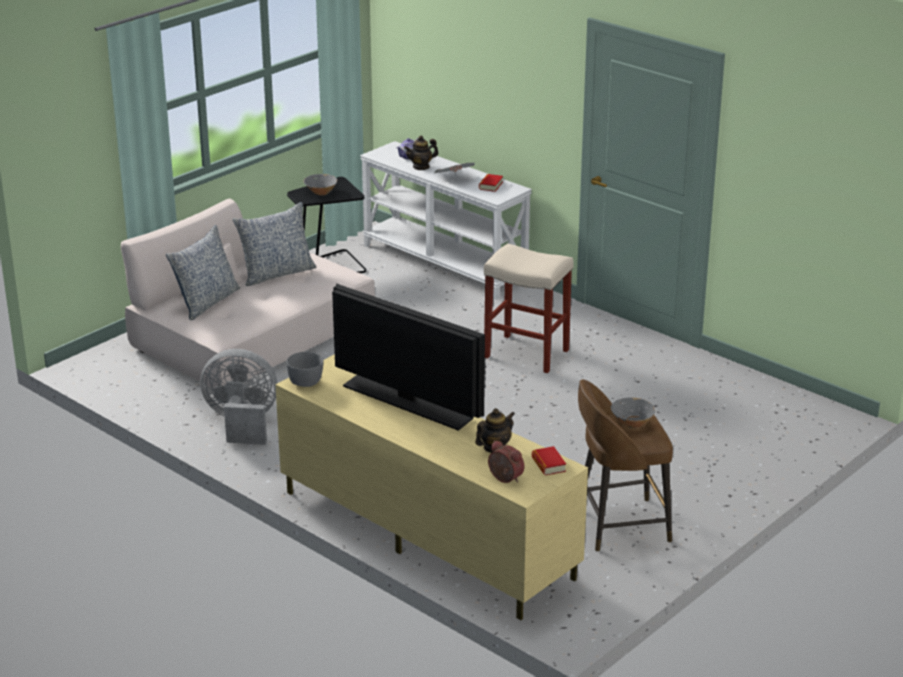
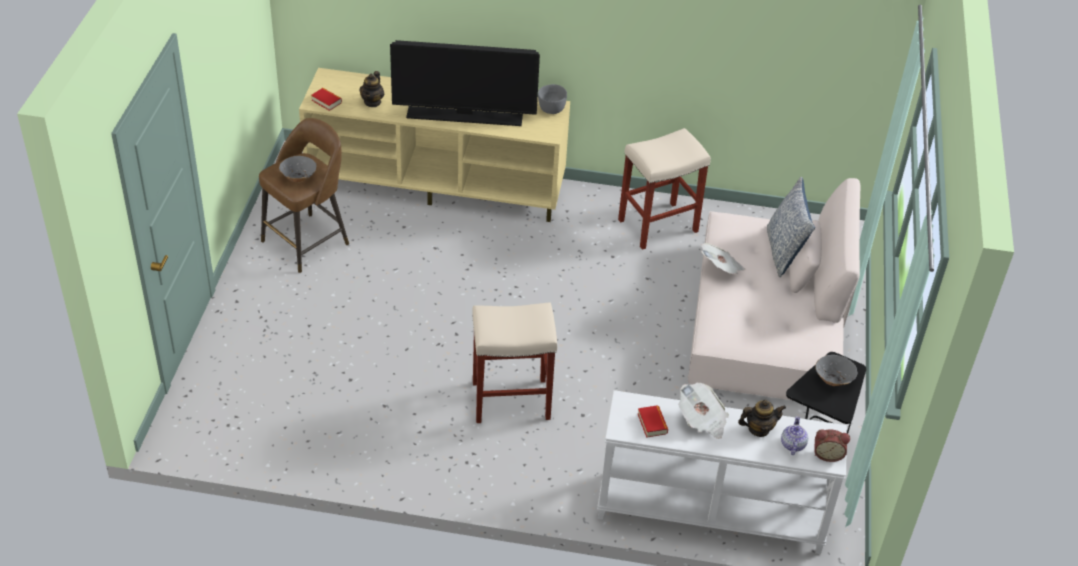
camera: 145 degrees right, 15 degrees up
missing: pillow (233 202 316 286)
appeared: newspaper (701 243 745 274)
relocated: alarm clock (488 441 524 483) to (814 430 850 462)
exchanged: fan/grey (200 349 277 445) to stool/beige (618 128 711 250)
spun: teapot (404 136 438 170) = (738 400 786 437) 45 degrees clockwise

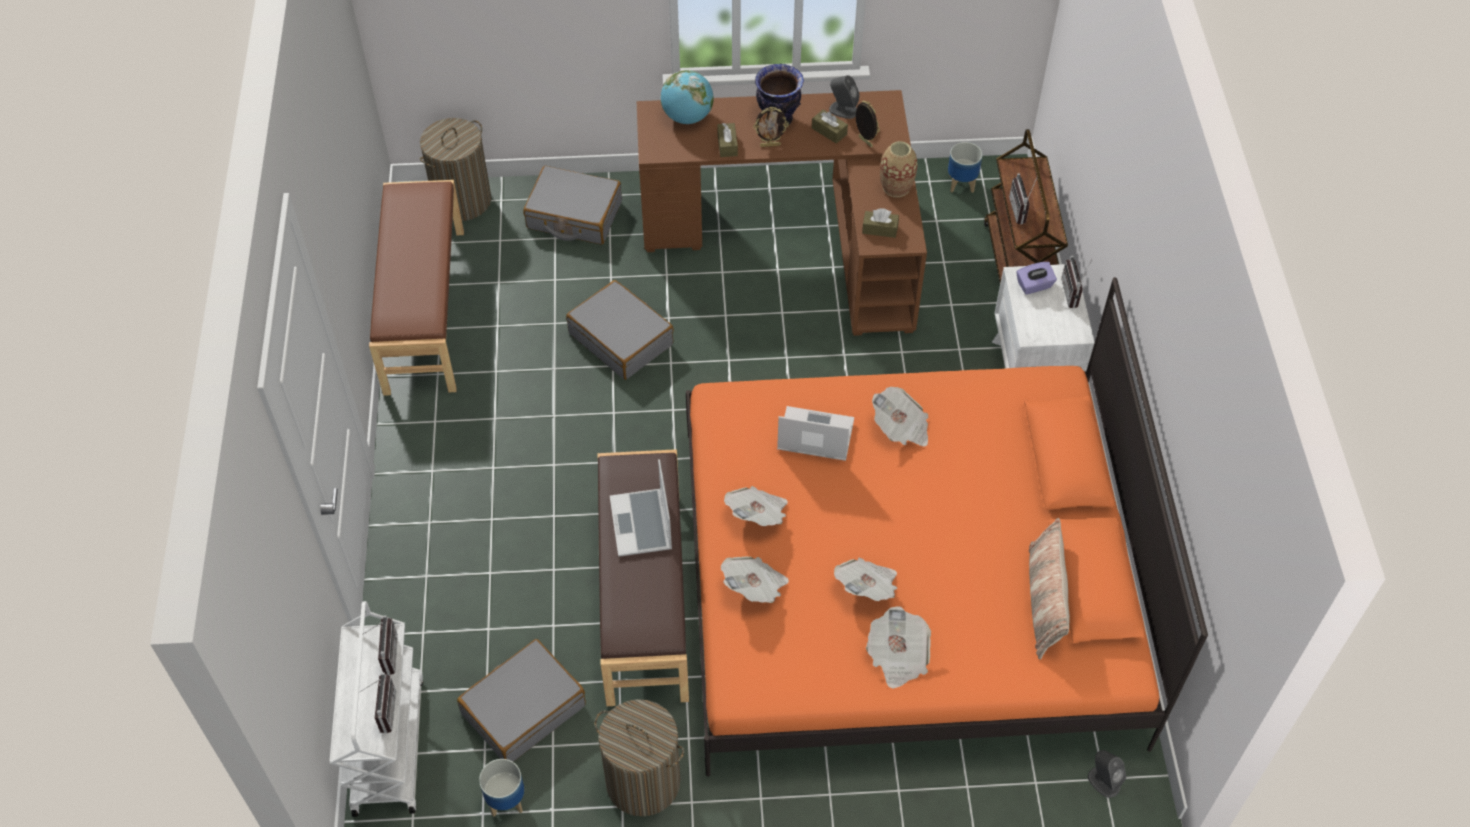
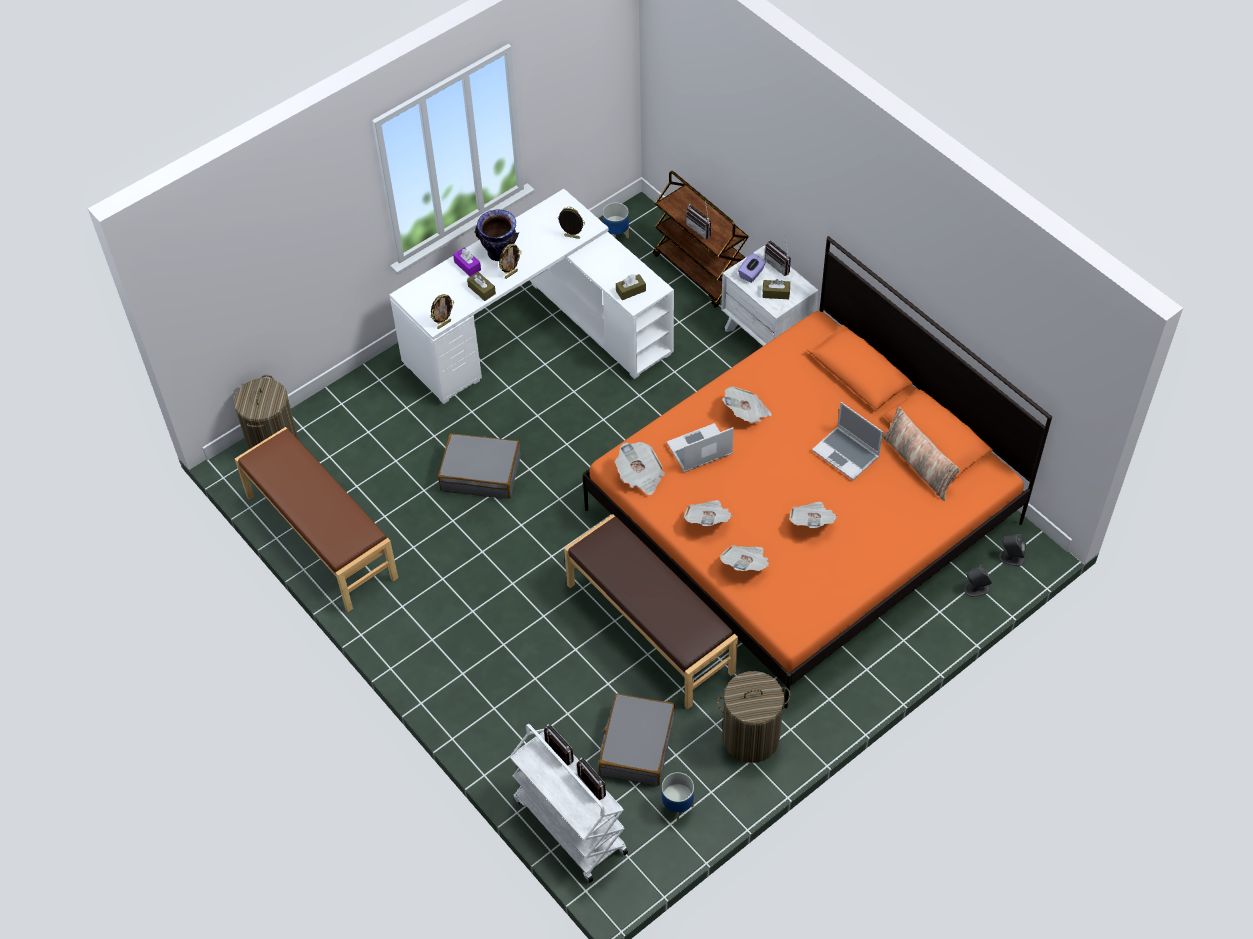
camera: 35 degrees left, 0 degrees up
missing: suitcase/grey (523 166 622 245); globe (661 70 714 124); vase (880 141 918 197)
appeared: picture frame (430 294 454 329); tissue box/purple (453 248 481 277)
relocated: laptop (610 459 672 557) to (812 402 883 480); tissue box/brown (812 110 848 144) to (762 279 790 299); speaker/grey (829 75 860 119) to (964 564 992 597); newspaper (866 606 931 689) to (615 442 665 495)
colour: desk/brown (637 90 927 336) to desk/white (389 189 674 404)

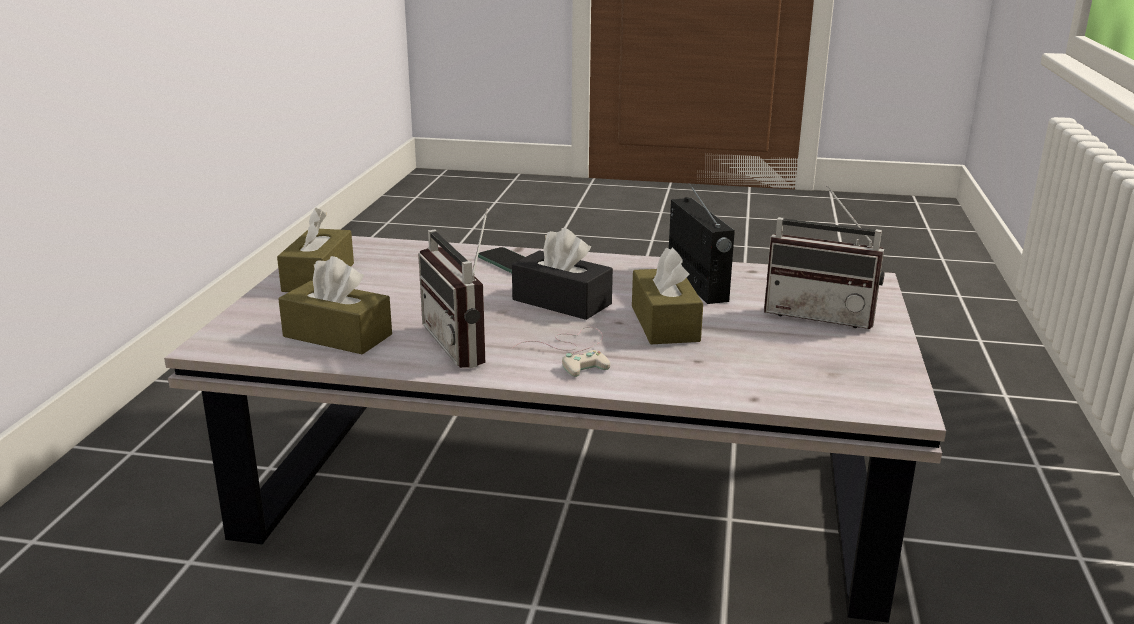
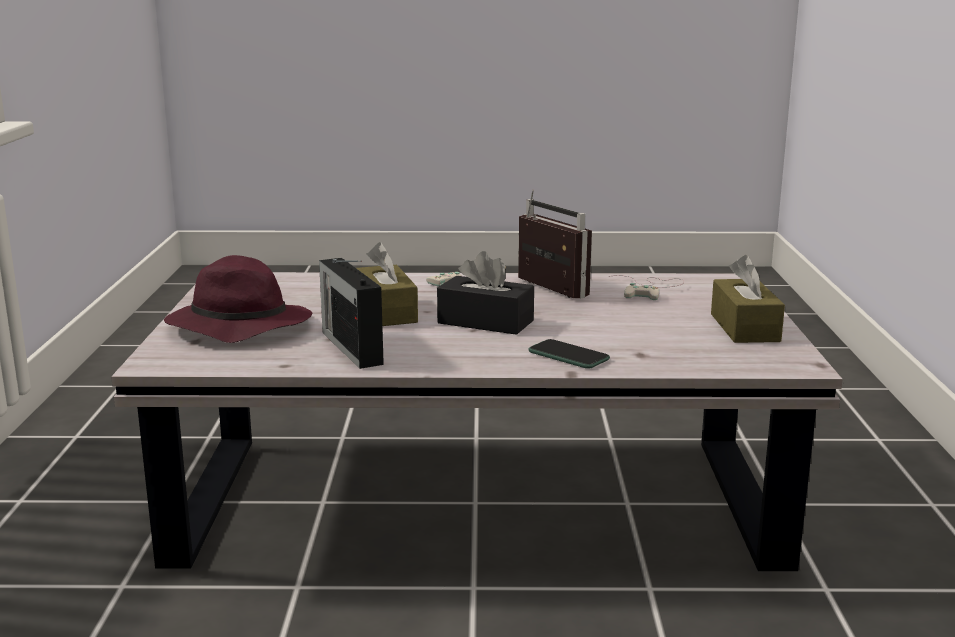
camera: 170 degrees right, 5 degrees down
exchanged: tissue box/brown (278 256 392 355) to game controller/white (608 275 684 300); radio (764 185 885 329) to hat/purple (164 255 312 343)

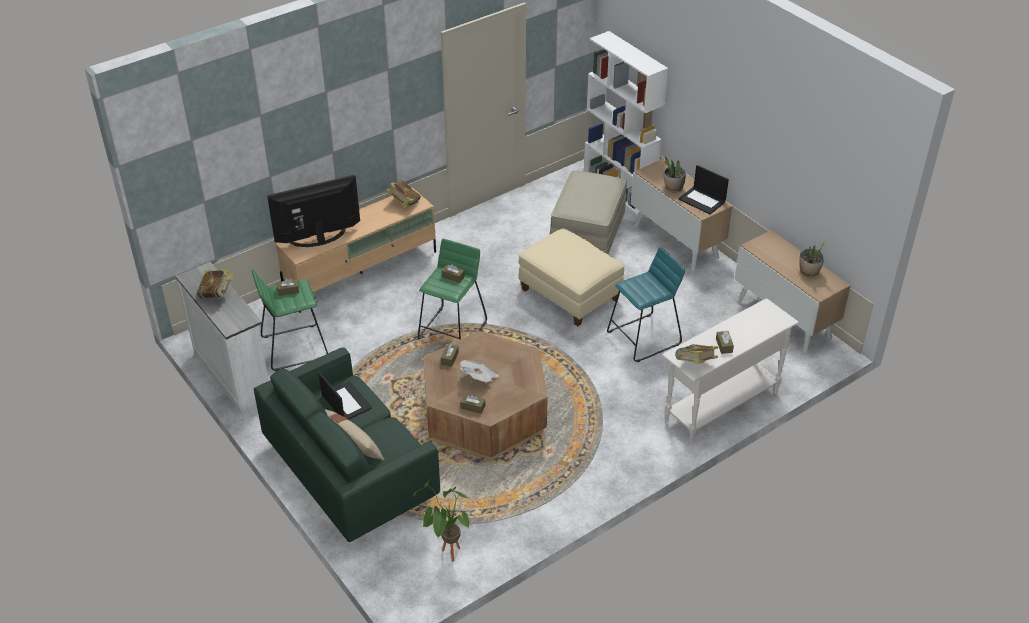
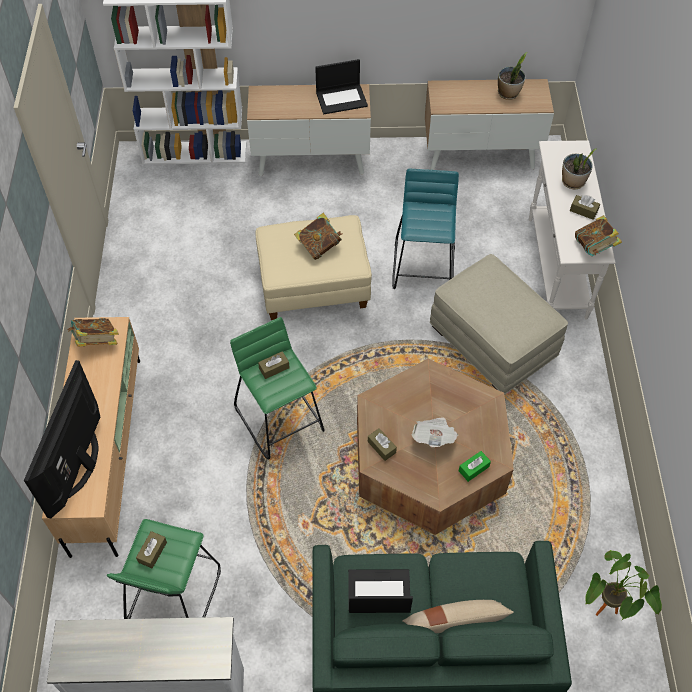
camera: 55 degrees left, 15 degrees up
relocated: book (197 269 234 299) to (294 213 342 260); ottoman/beige (550 170 627 254) to (430 254 568 395); potted plant (664 157 686 193) to (562 149 596 189)
colour: tissue box/brown (460 394 485 414) to tissue box/green (459 451 491 482)

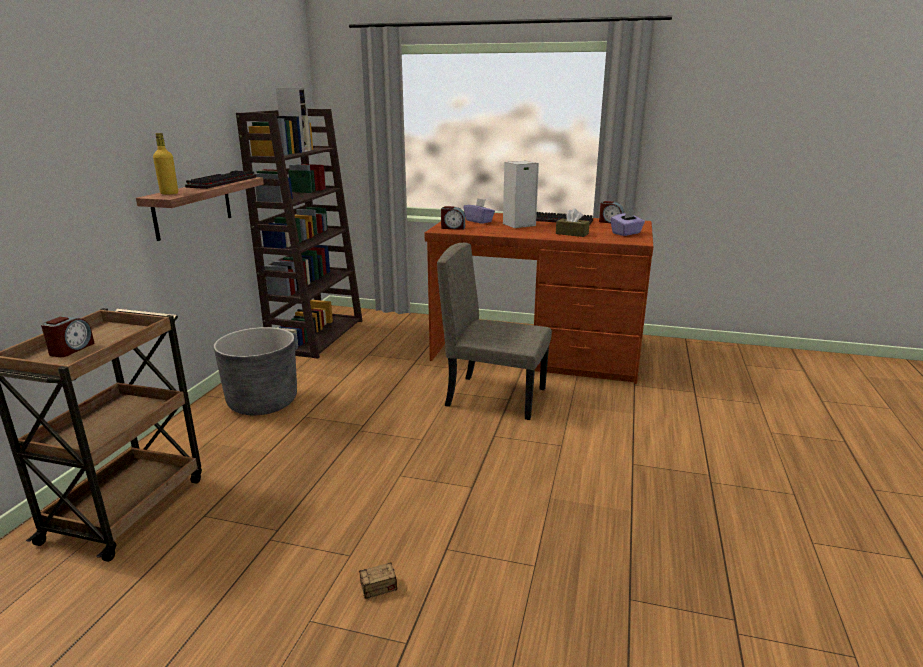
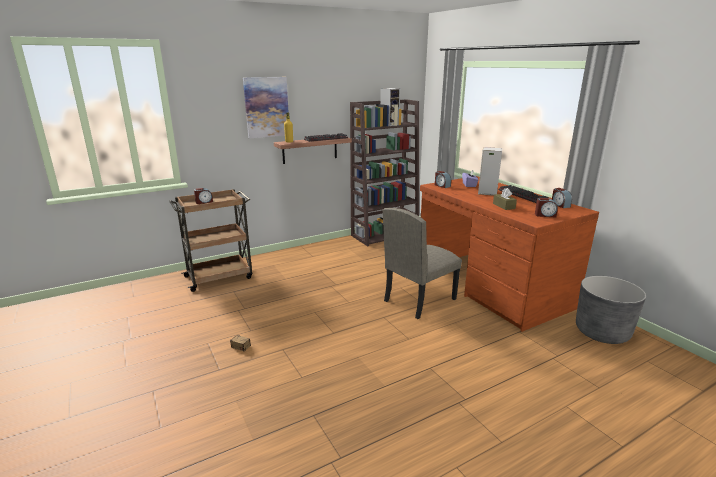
camera: 45 degrees right, 0 degrees up
appeared: picture (243 77 289 139)
relocated: planter/grey (214 327 297 415) to (576 276 646 344)
exchanged: tissue box/purple (611 209 645 236) to alarm clock (535 198 558 217)
spun: chair/beige (437 243 552 420) = (383 208 462 319) 105 degrees counterclockwise

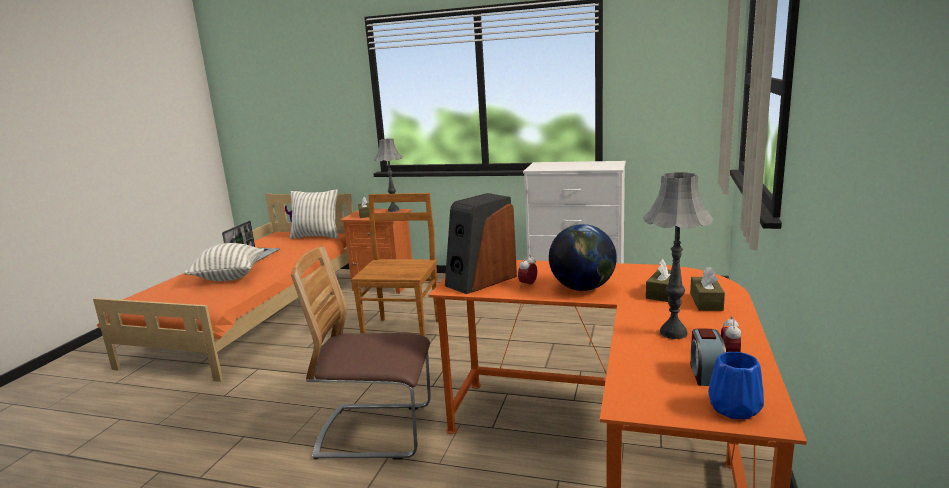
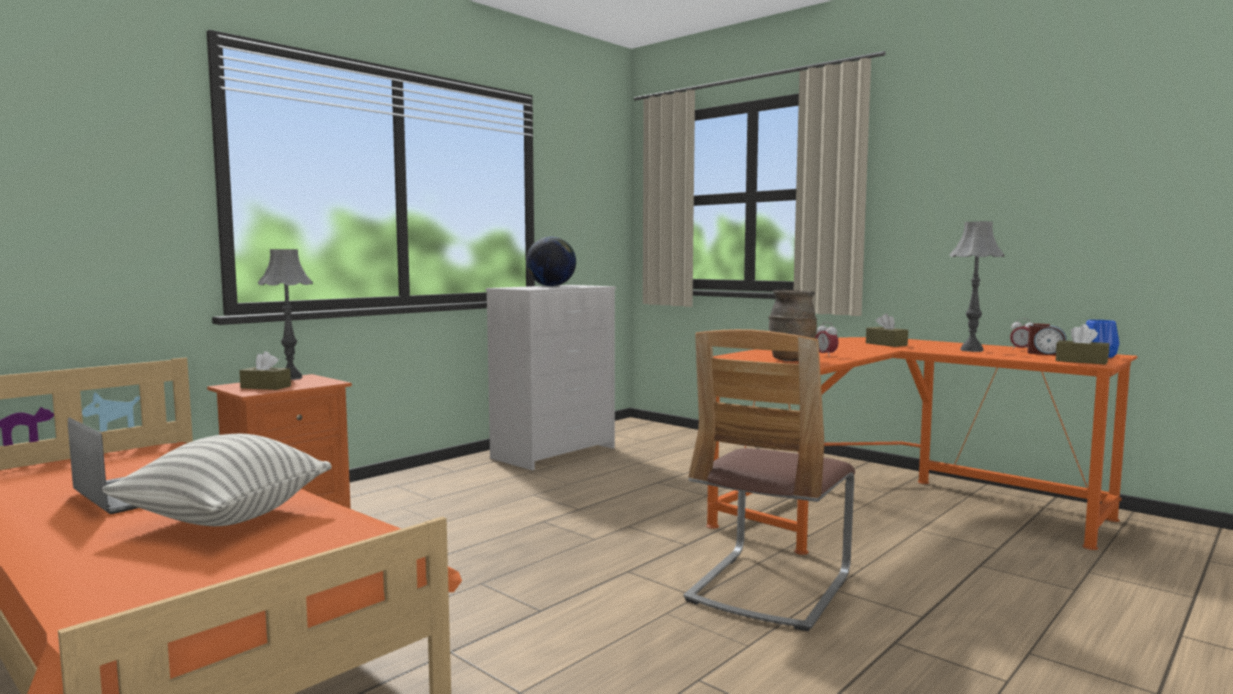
camera: 65 degrees left, 10 degrees down
missing: pillow (290 190 338 239); chair/brown (351 193 438 336)
relocated: globe (549 224 617 291) to (526 237 576 287); tissue box/brown (690 267 725 311) to (1056 324 1109 365)
exchanged: speaker (445 193 517 294) to vase/brown (768 290 817 361)

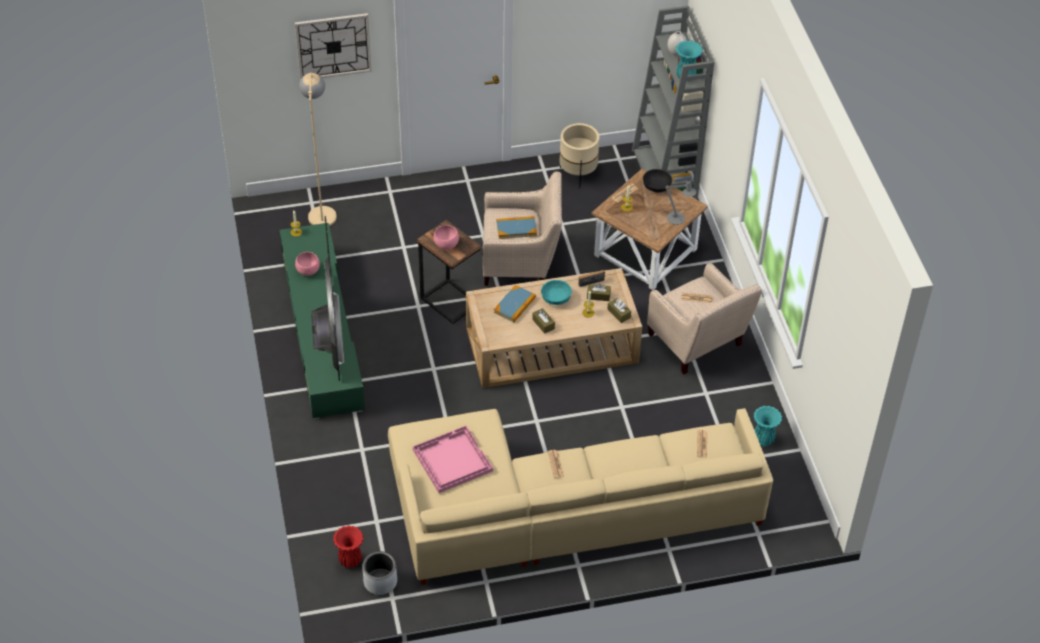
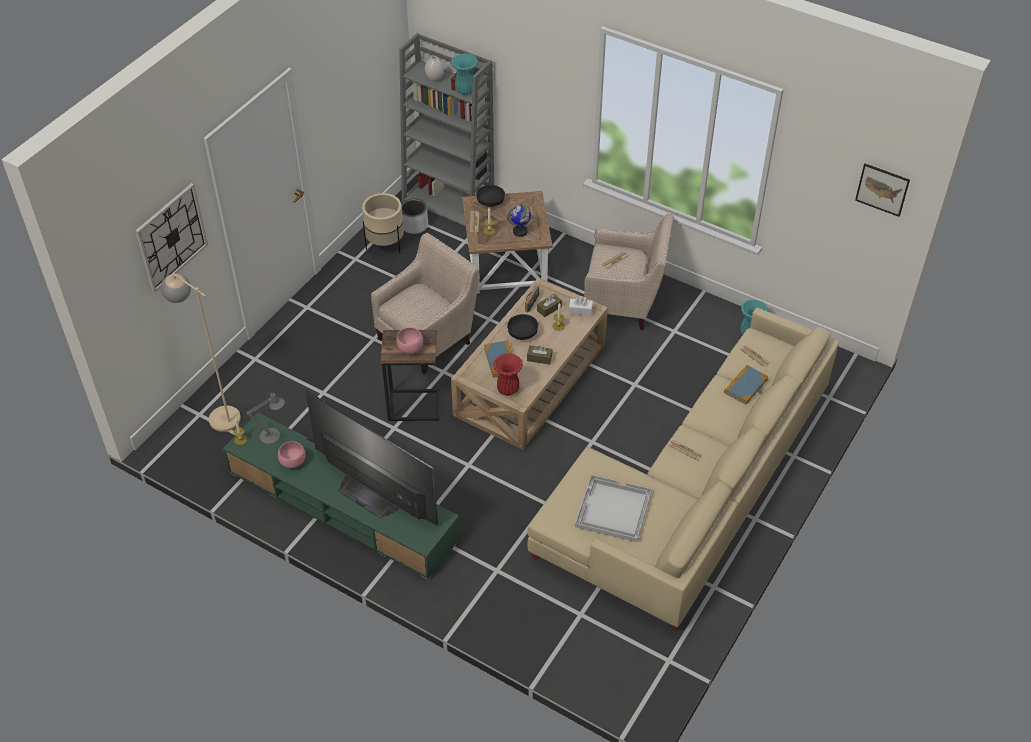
camera: 45 degrees left, 0 degrees up
appeared: globe (507 205 531 237); picture (855 164 910 217)
relocated: vase/red (333 526 363 568) to (493 353 523 396); planter/grey (362 551 397 595) to (401 198 428 234); book (496 216 537 239) to (724 365 769 405); table lamp/grey (665 178 696 225) to (246 392 285 444)
colour: tray/pink (413 425 493 493) to tray/white (575 474 652 542); bowl/turquoise (541 280 572 305) to bowl/black (507 314 538 340); tissue box/brown (607 298 631 323) to tissue box/white (569 296 593 316)

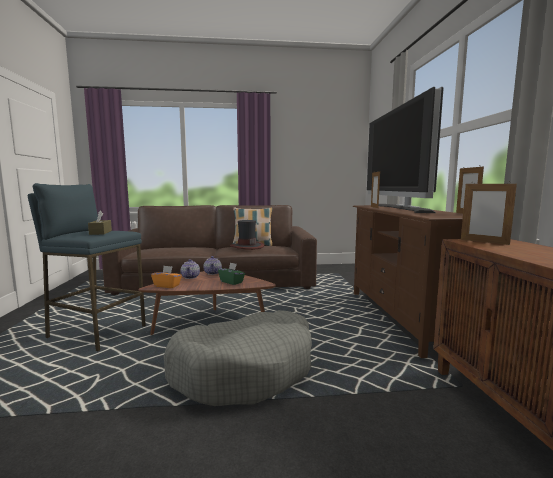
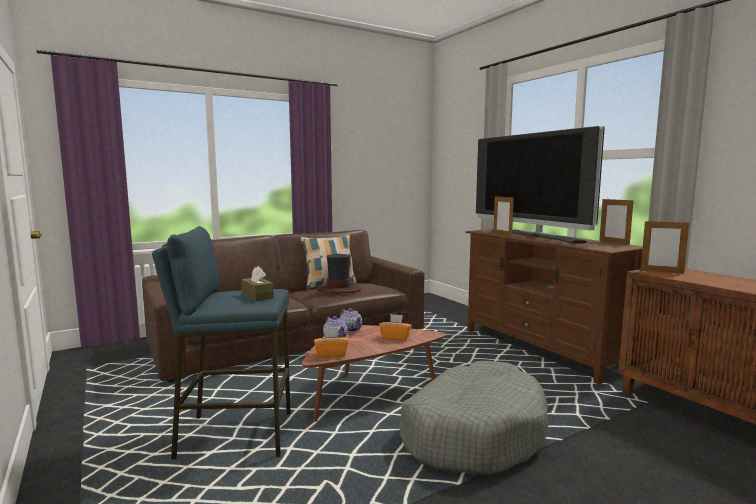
camera: 25 degrees left, 0 degrees up
colour: tissue box/green (218 262 245 285) to tissue box/orange (379 314 412 341)

